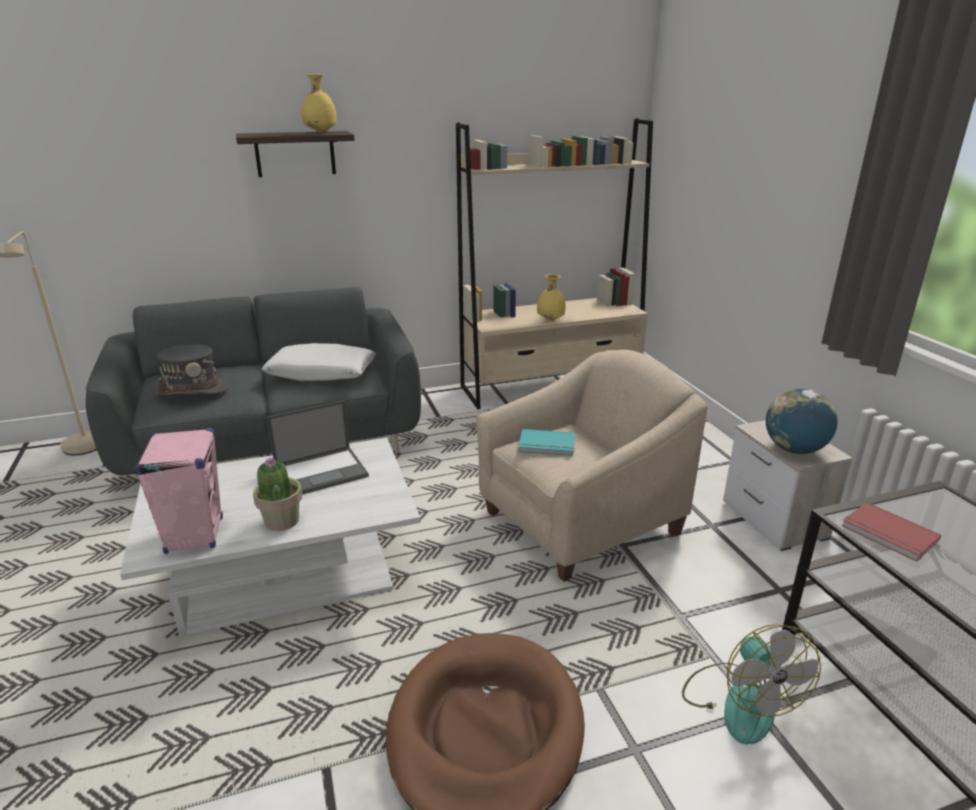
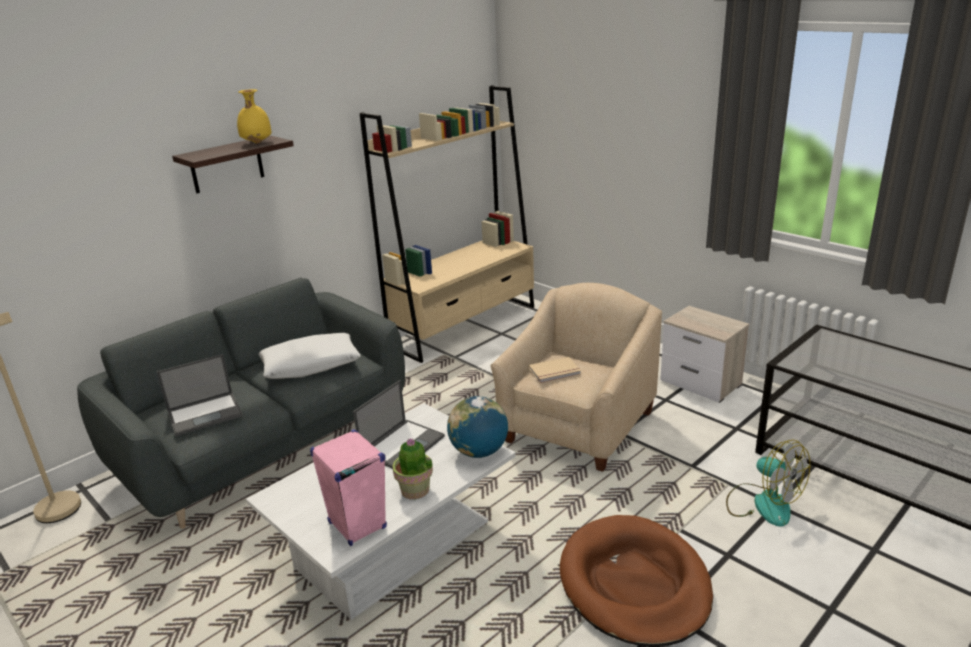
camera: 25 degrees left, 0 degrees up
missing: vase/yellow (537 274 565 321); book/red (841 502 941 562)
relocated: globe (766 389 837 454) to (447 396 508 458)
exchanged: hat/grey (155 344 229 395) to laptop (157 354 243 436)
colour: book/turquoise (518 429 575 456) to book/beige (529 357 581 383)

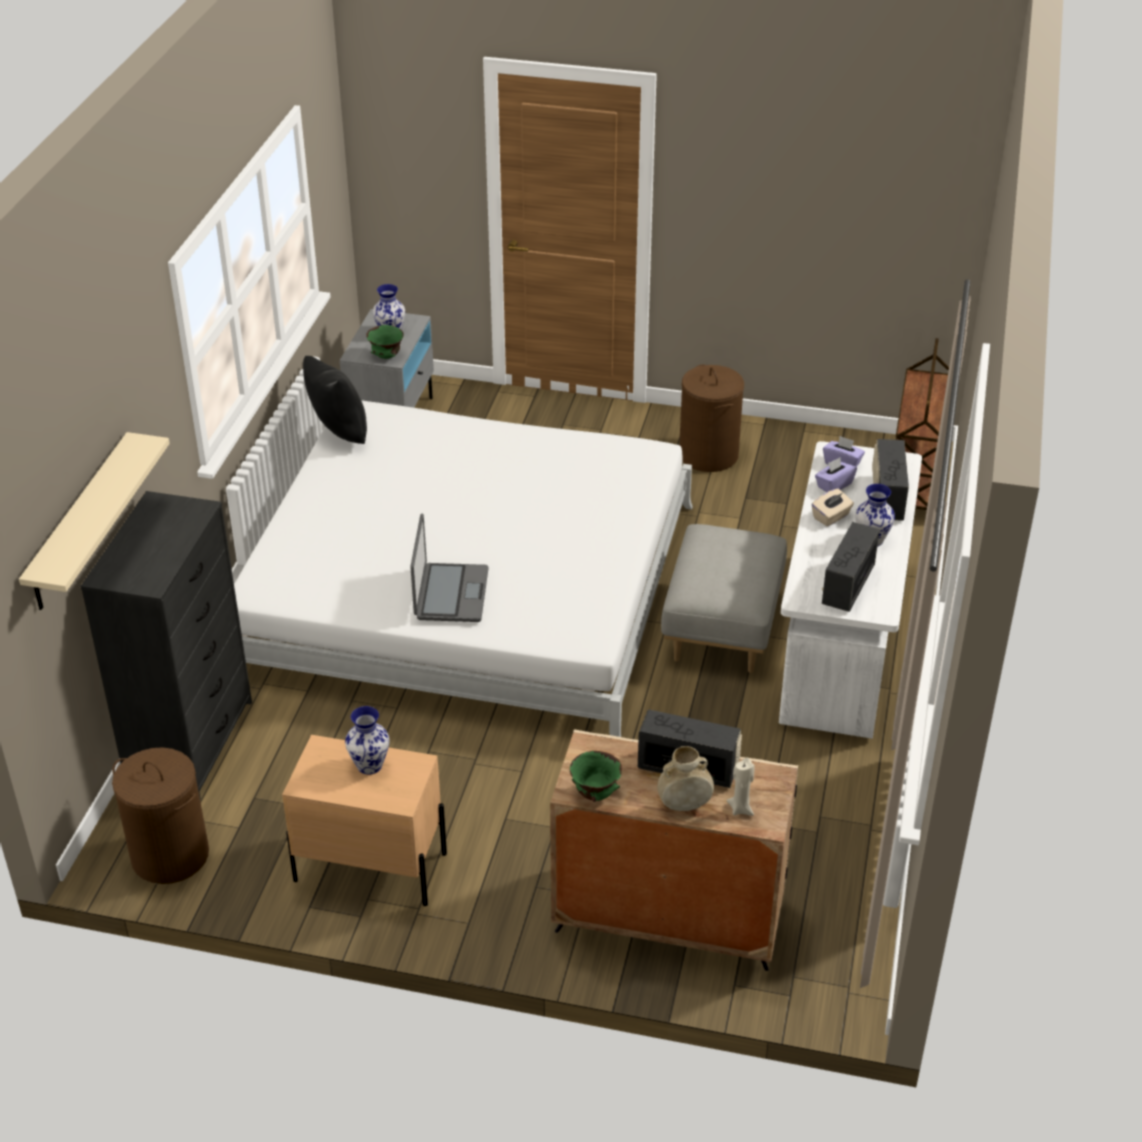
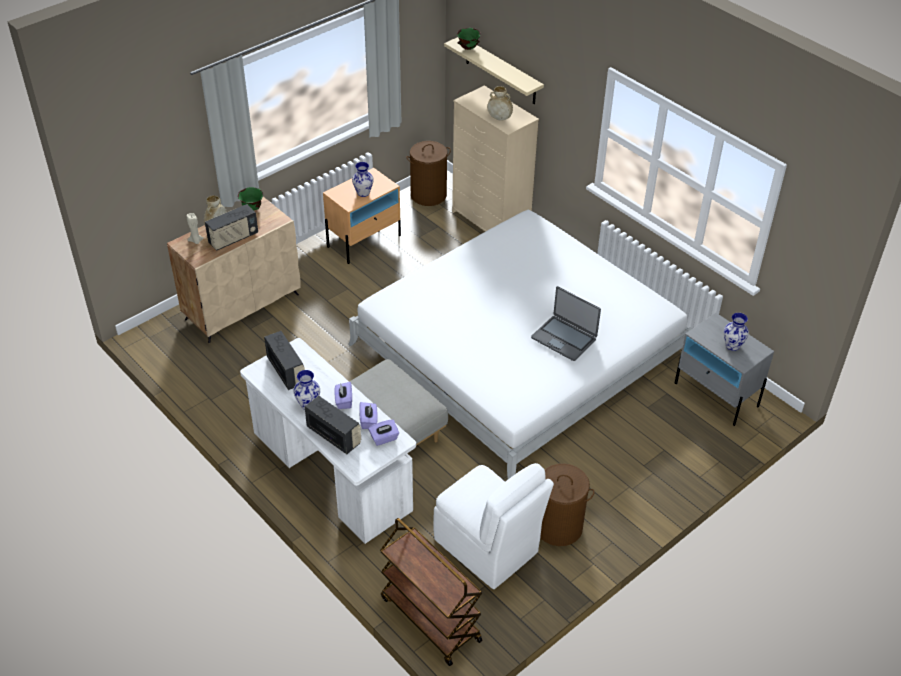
camera: 125 degrees right, 5 degrees up
missing: pillow/black (303 356 367 444)
appeared: chair/white (433 463 554 589); vase/beige (487 86 513 121)
relocated: bowl/green (366 325 404 359) to (457 28 481 50); laptop (410 514 488 622) to (531 286 601 361)
colour: dresser/black (80 491 252 799) to dresser/beige (452 86 539 232); tissue box/beige (812 489 854 526) to tissue box/purple (335 382 352 409)

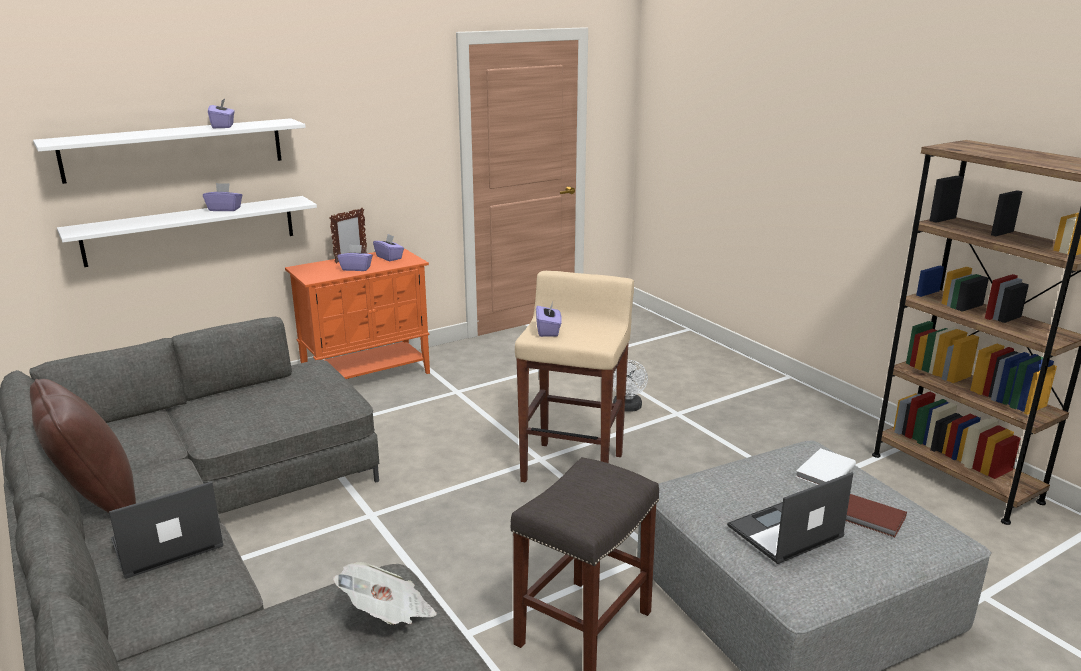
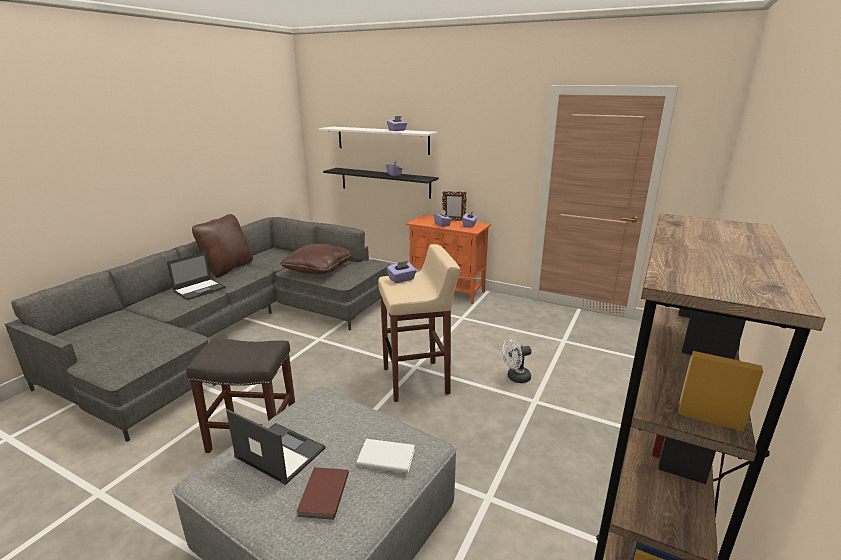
camera: 60 degrees right, 0 degrees up
missing: newspaper (333 562 437 625)
appeared: pillow/brown (280 244 352 275)
colour: shelf/white (57 196 317 267) to shelf/black (323 168 439 199)
spun: laptop (109 481 223 579) = (167 252 226 300) 105 degrees clockwise

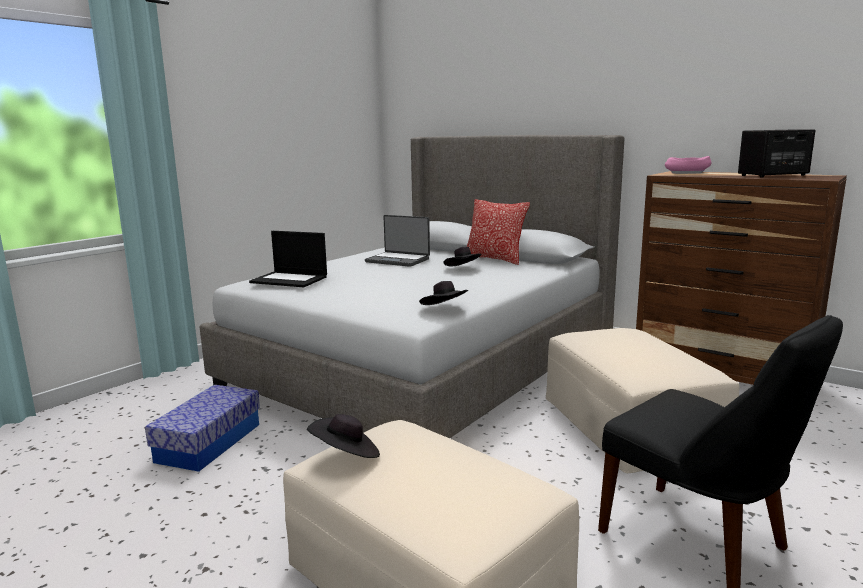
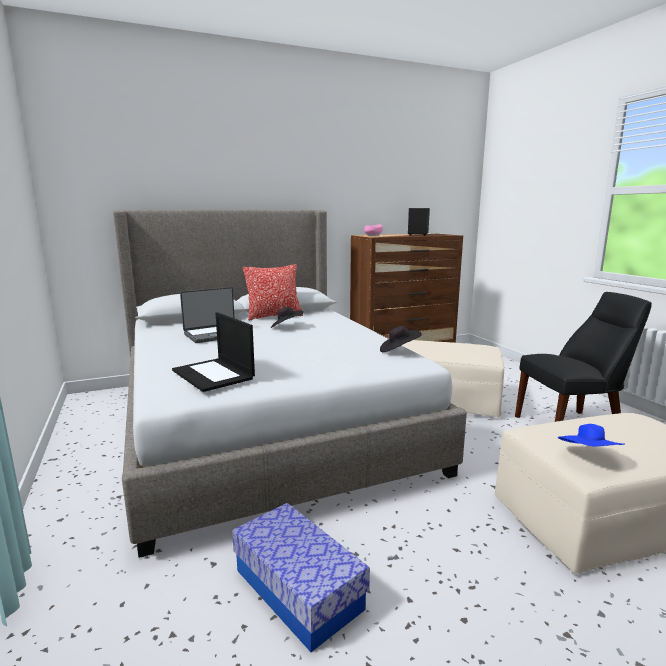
camera: 60 degrees left, 0 degrees up
colour: hat/black (307 414 380 458) to hat/blue (558 424 625 446)
spun: laptop (249 231 327 287) = (172 312 255 392) 90 degrees clockwise

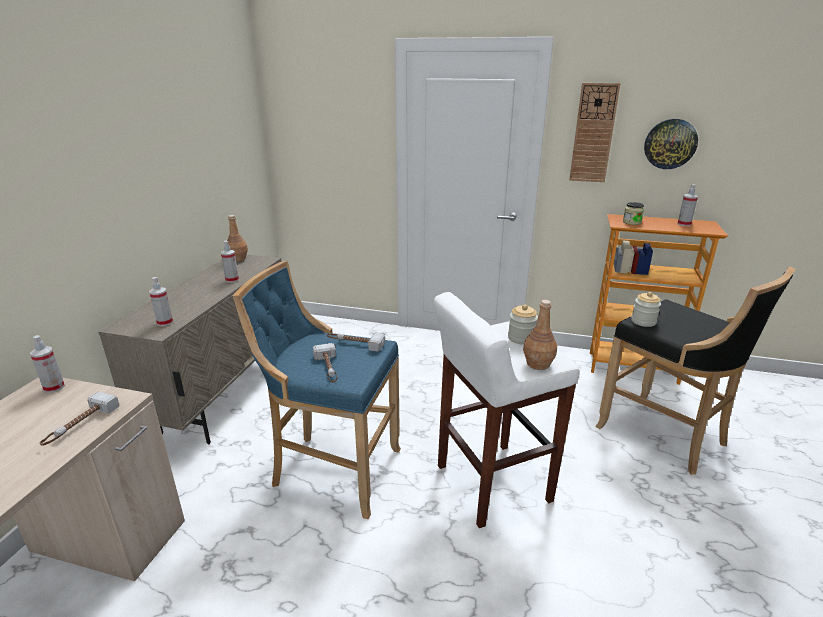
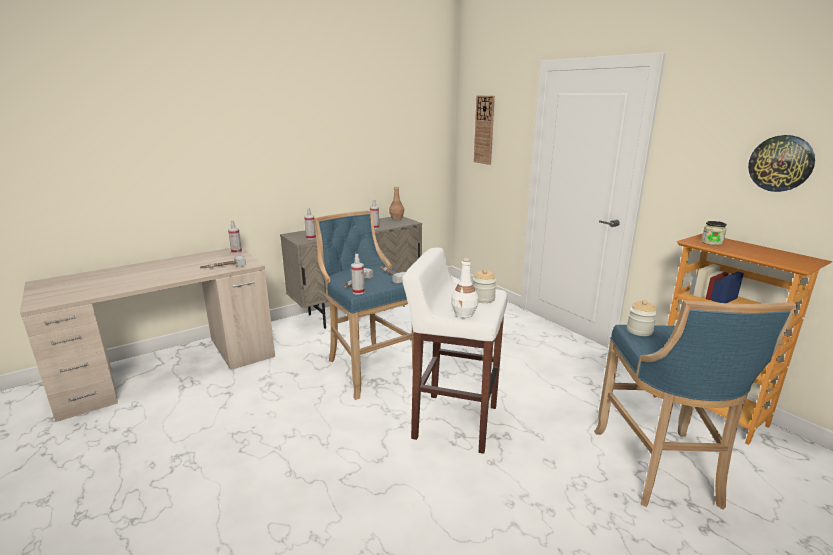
camera: 40 degrees right, 5 degrees down
relocated: wall clock (569 83 621 182) to (474 96 495 165); spray bottle (677 184 698 226) to (351 254 365 294)
colour: bottle/brown (523 300 557 370) to bottle/white (451 258 478 318); stool/black (595 266 795 475) to stool/blue (594 300 797 510)

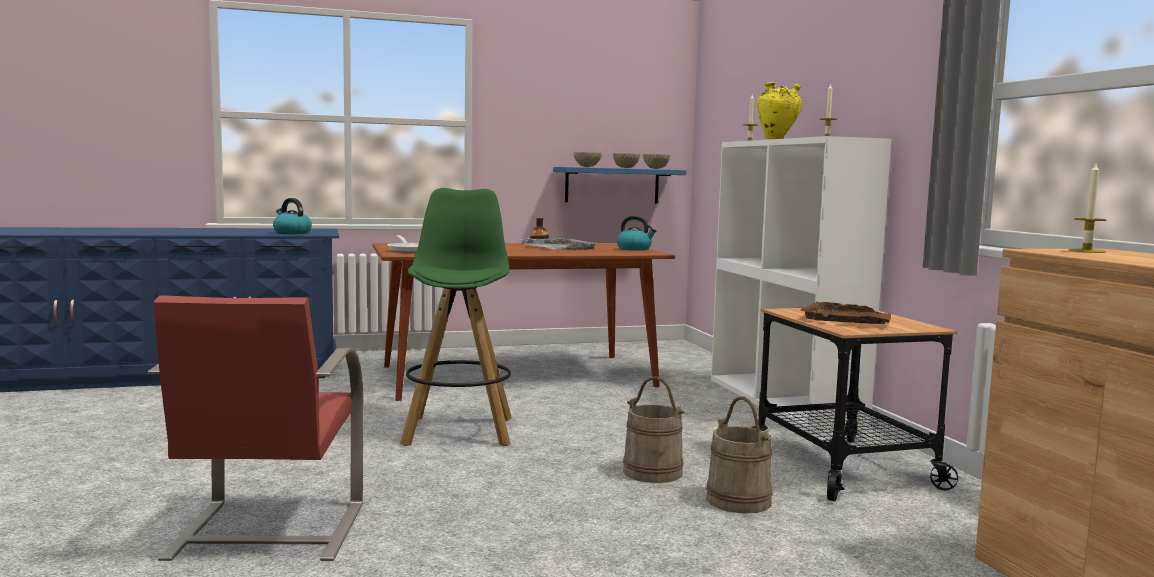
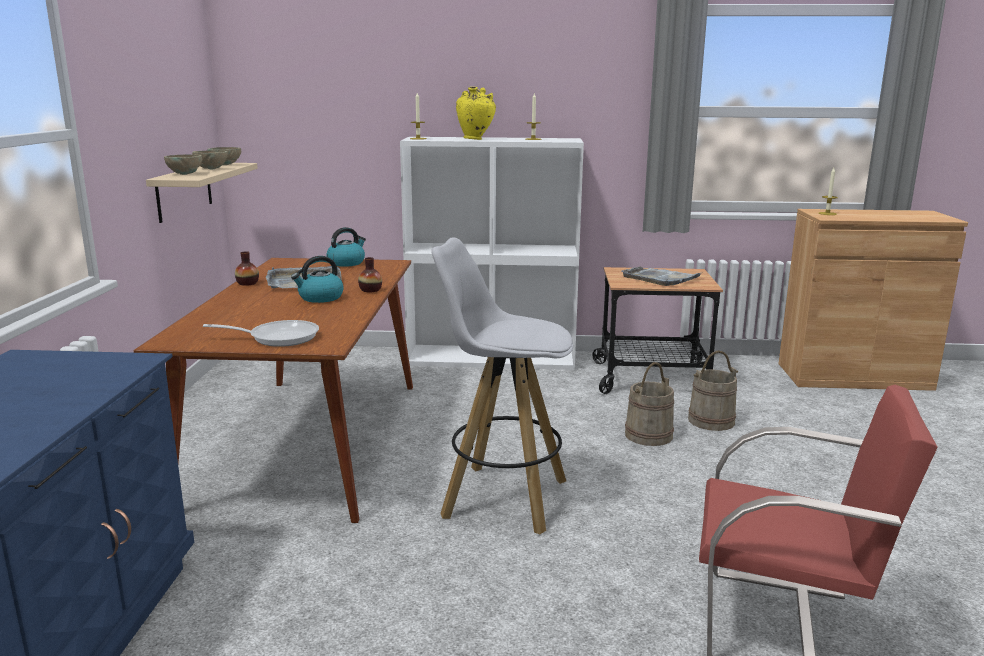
camera: 70 degrees left, 10 degrees up
appeared: vase (358 257 382 292)
relocated: kettle (273 198 312 234) to (291 256 343 303)
colour: stool/green (400 188 512 446) to stool/white (431 237 573 534); shelf/blue (553 167 686 203) to shelf/beige (146 163 258 223); tray/brown (800 302 891 324) to tray/grey (622 267 701 286)

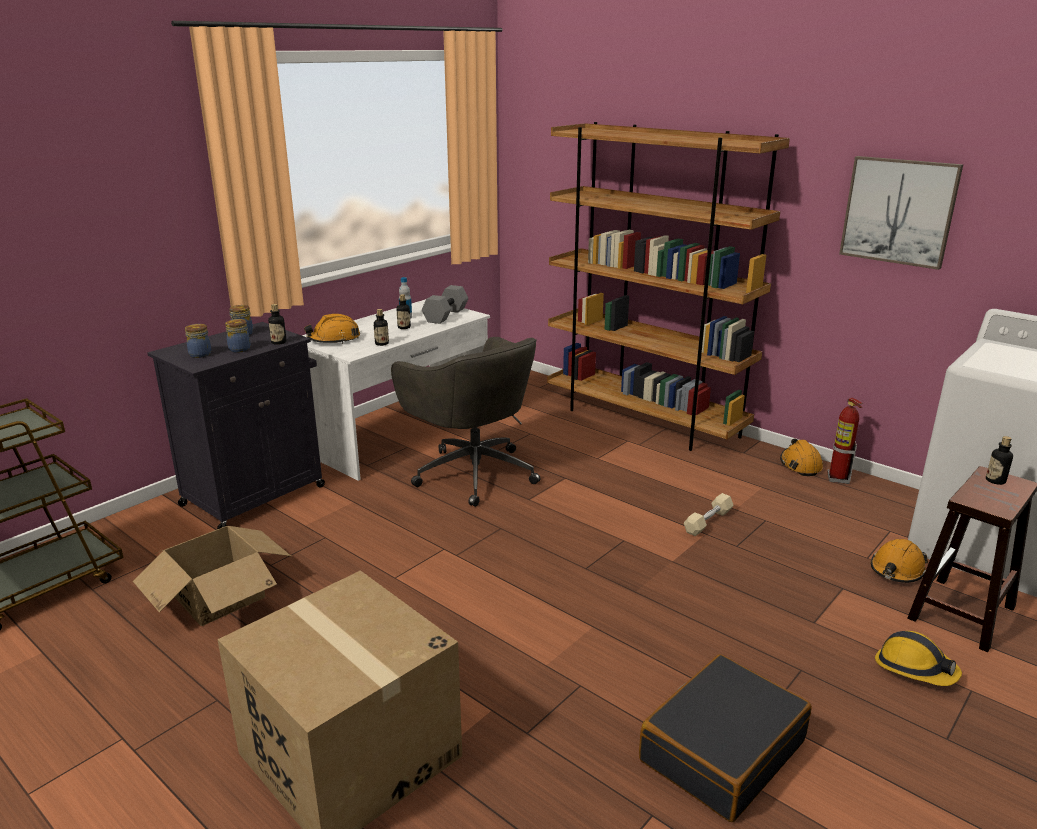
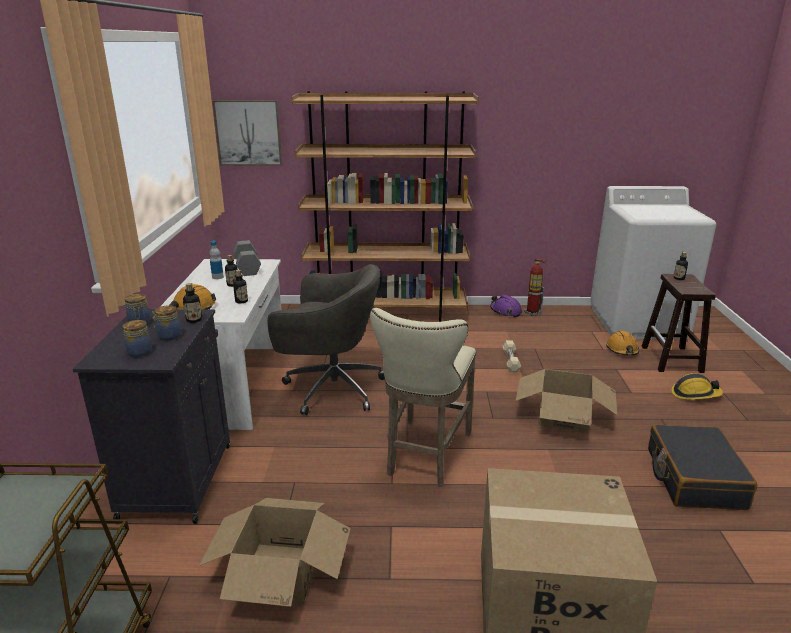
camera: 40 degrees left, 0 degrees up
appeared: stool/beige (370 308 476 487); cardboard box (516 369 617 433)
relocated: picture (839 156 963 270) to (213 100 282 166)
colour: hard hat/orange (780 439 823 476) to hard hat/purple (490 295 522 317)

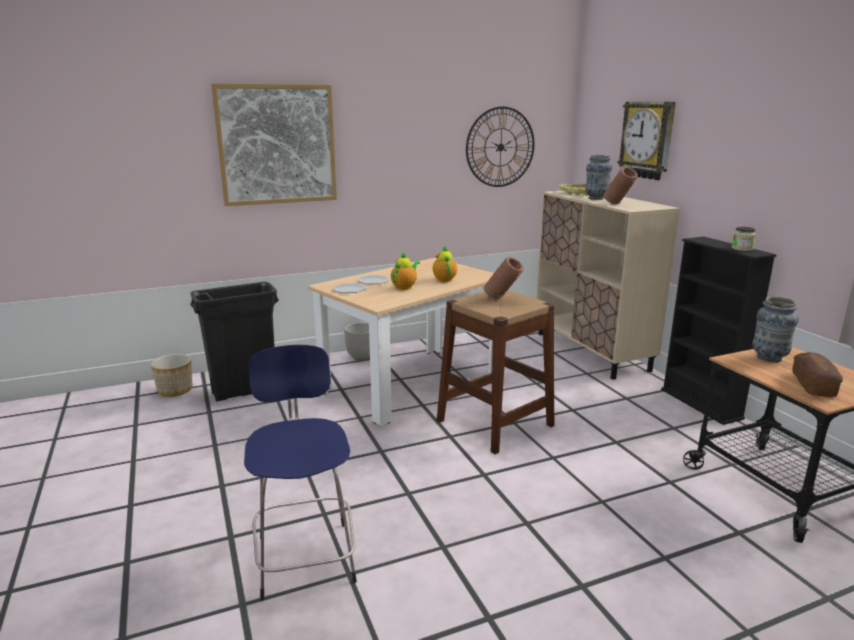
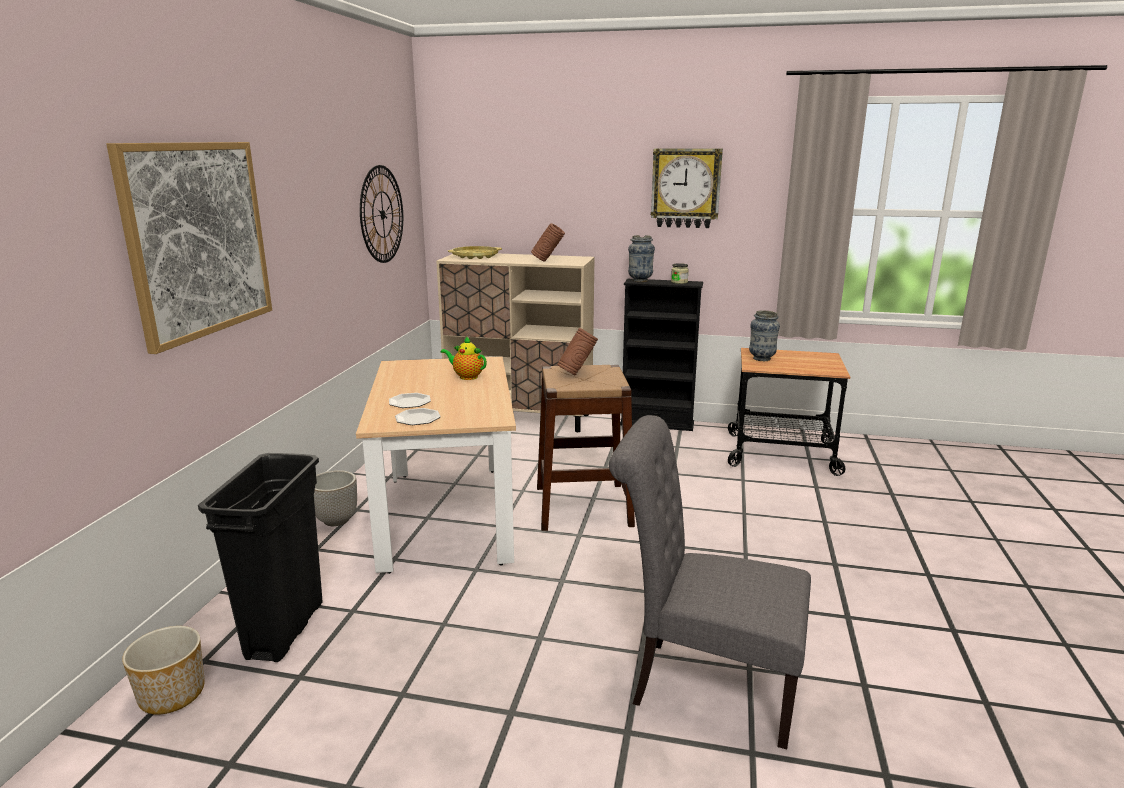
camera: 55 degrees left, 0 degrees up
missing: teapot (391 252 420 290); bread (792 352 843 397)
relocated: vase (585 155 612 200) to (628 235 655 282); wall clock (617 102 676 180) to (651 148 723 228)
exchanged: stool/blue (244 345 357 600) to chair/grey (609 415 811 749)

